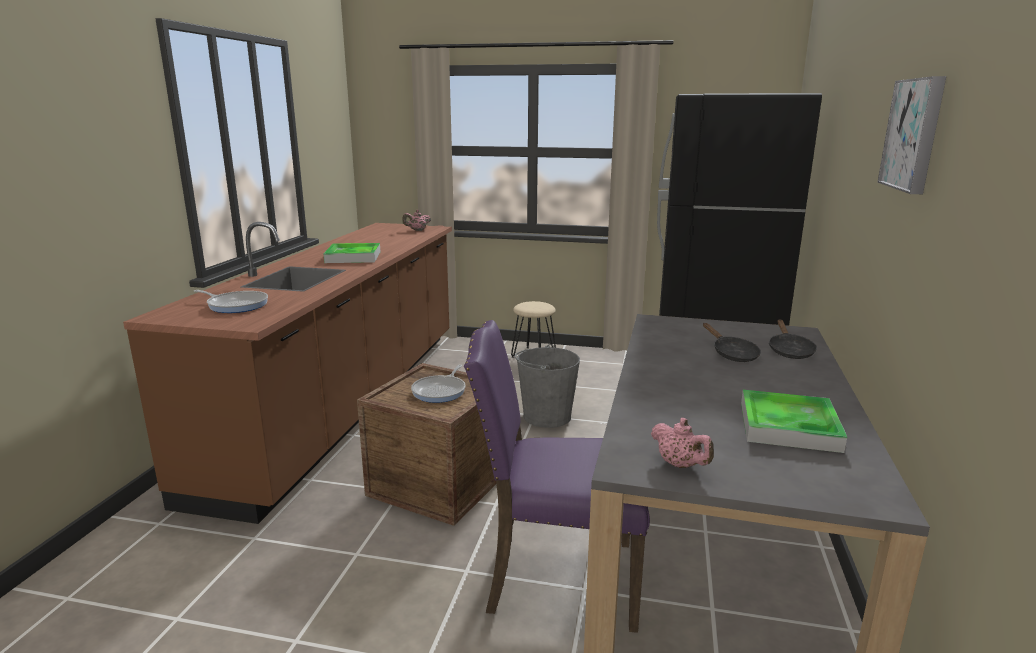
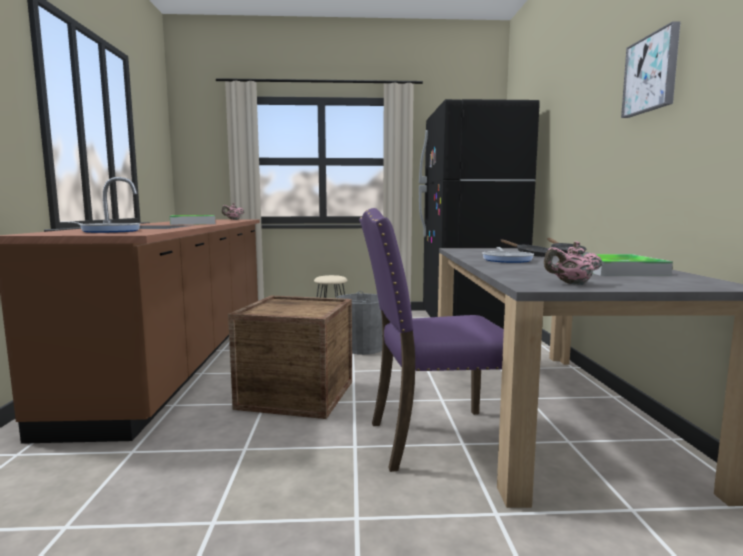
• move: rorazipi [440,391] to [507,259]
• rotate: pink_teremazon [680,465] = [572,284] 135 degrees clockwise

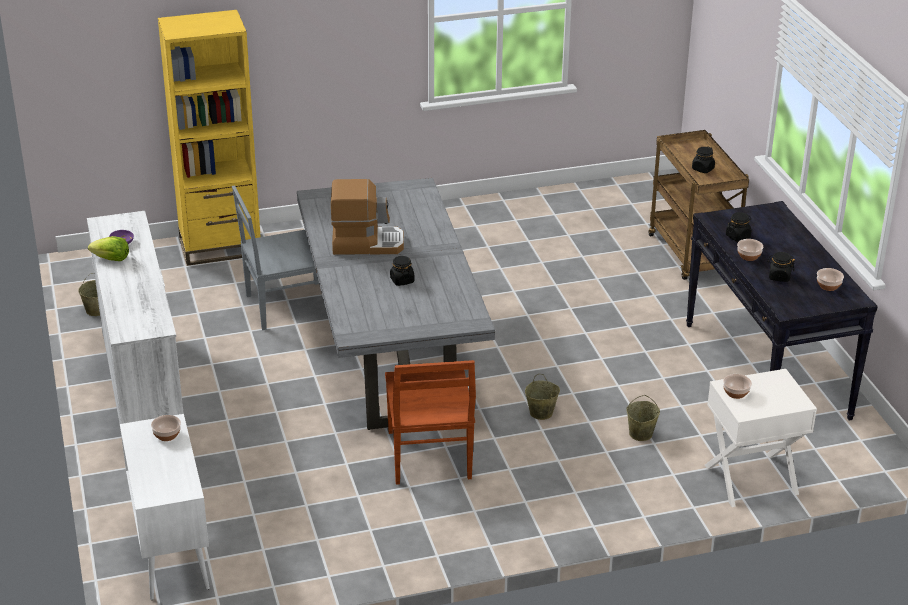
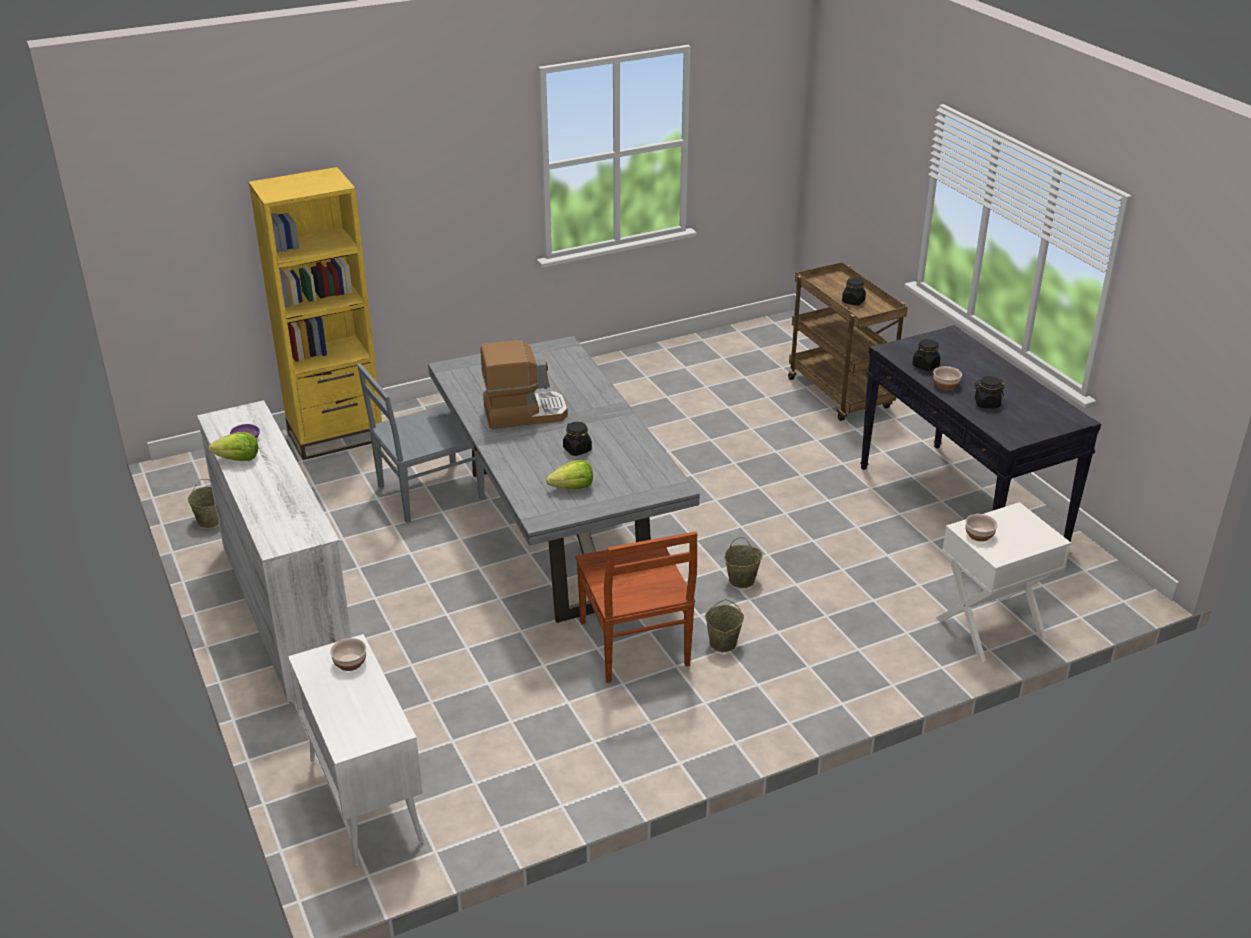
• delete: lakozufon [829,286]
• move: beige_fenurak [640,434] to [722,644]
• insert: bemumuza [573,488]

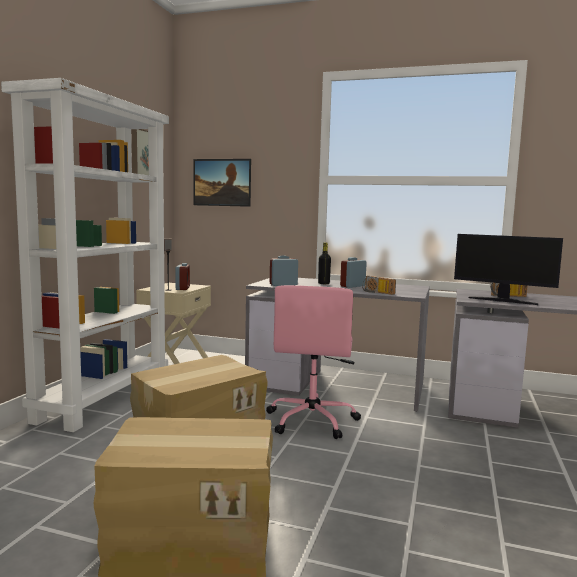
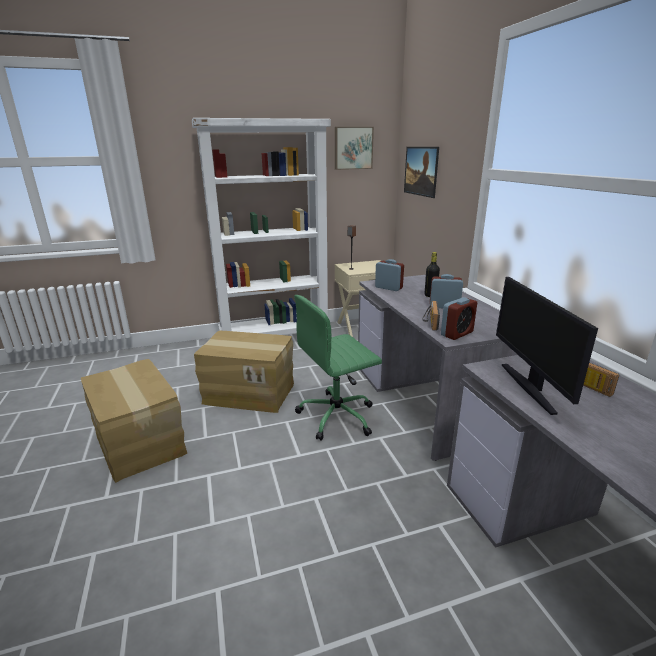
• move: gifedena [182,288] to [457,333]
• recolor: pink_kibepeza [312,420] to green_kibepeza [338,416]

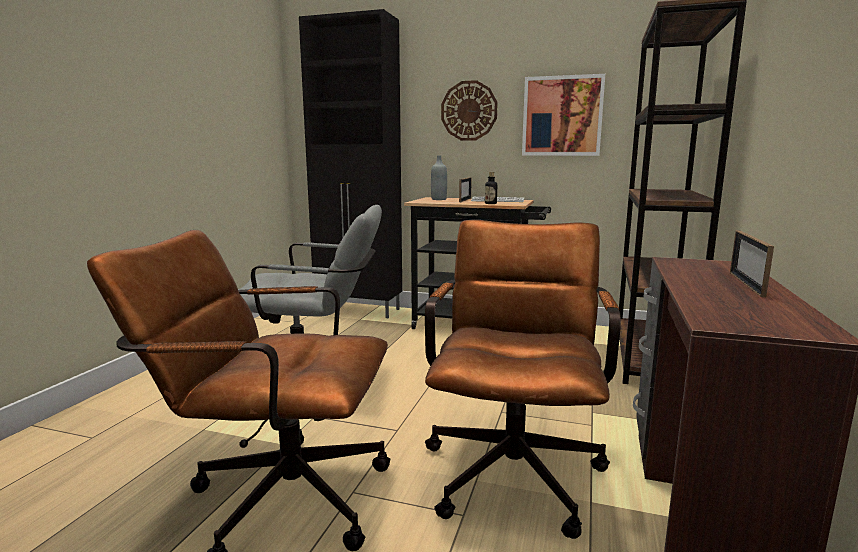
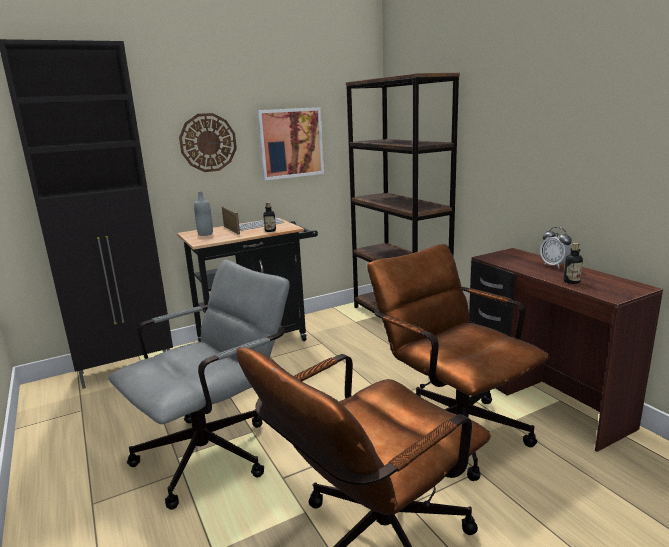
• replace: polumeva [746,284] to gifedena [554,265]
• insert: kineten [571,281]

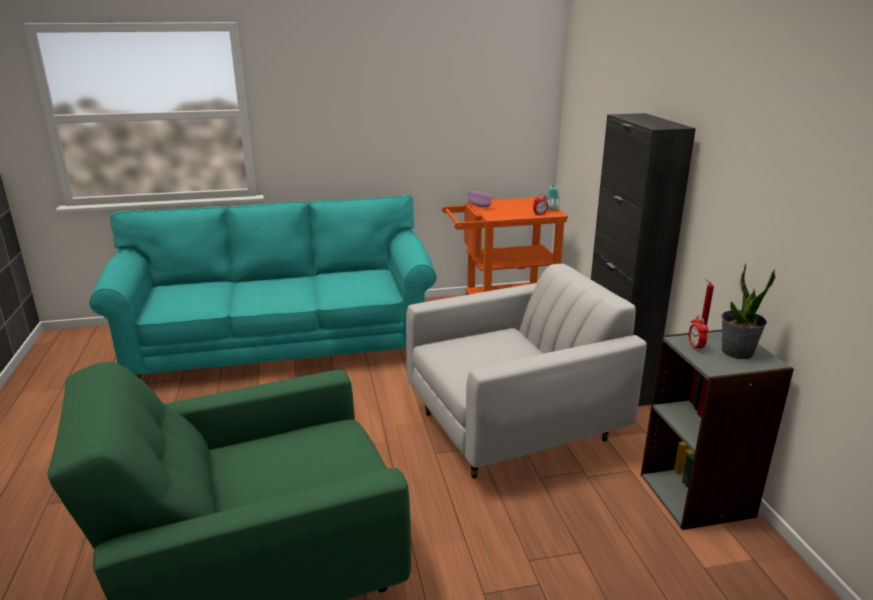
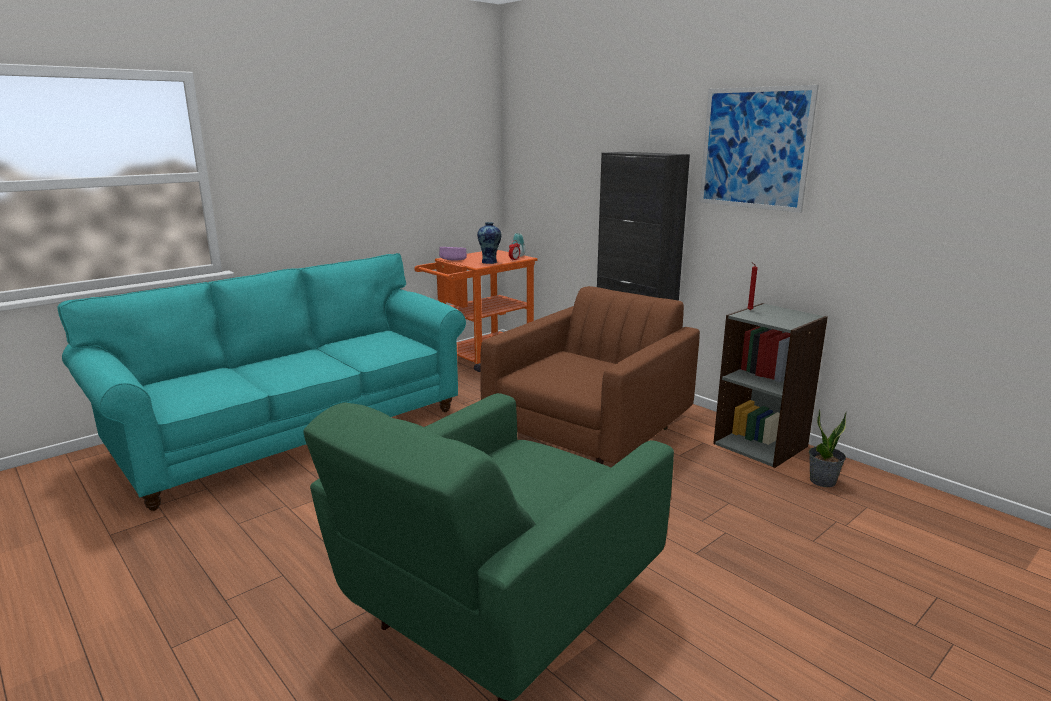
• move: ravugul [737,352] to [822,481]
• recolor: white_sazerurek [514,427] to brown_sazerurek [590,438]
• delete: gifedena [695,347]
• insert: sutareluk [754,148]
• insert: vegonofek [490,262]

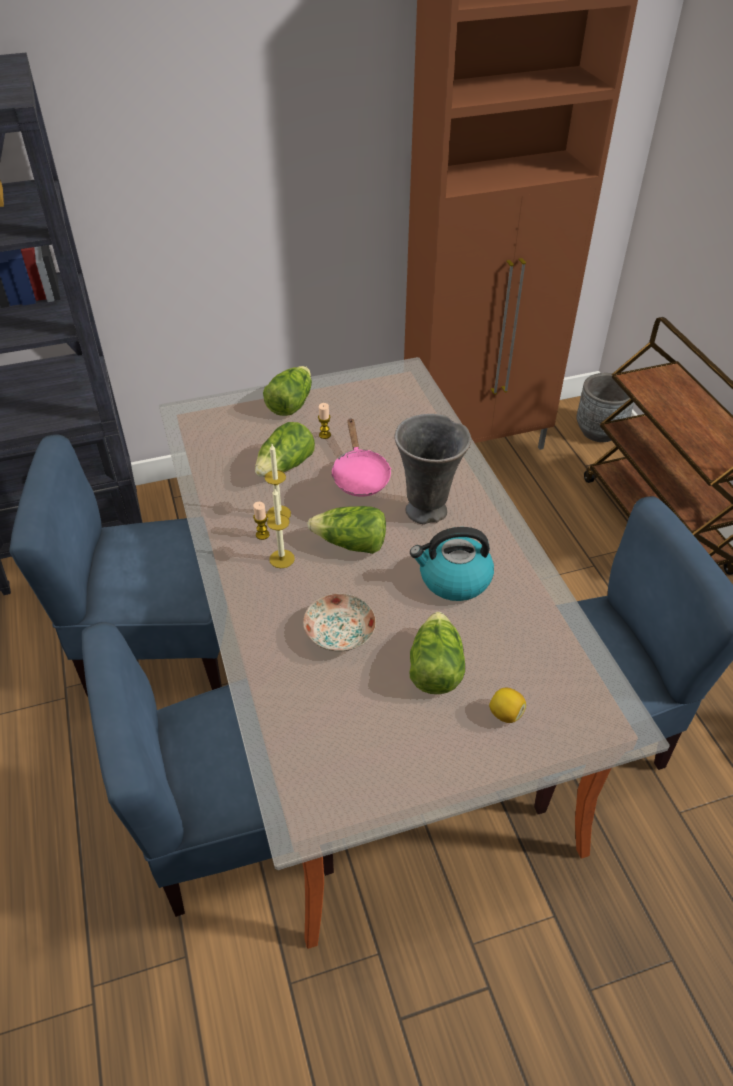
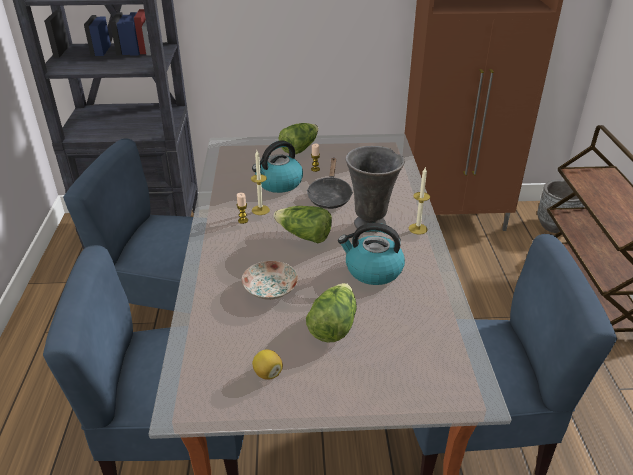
• recolor: pink_rorazipi [359,475] to black_rorazipi [329,196]
• replace: bemumuza [285,467] to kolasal [278,183]
• move: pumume [282,559] to [418,229]
• move: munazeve [505,714] to [267,373]

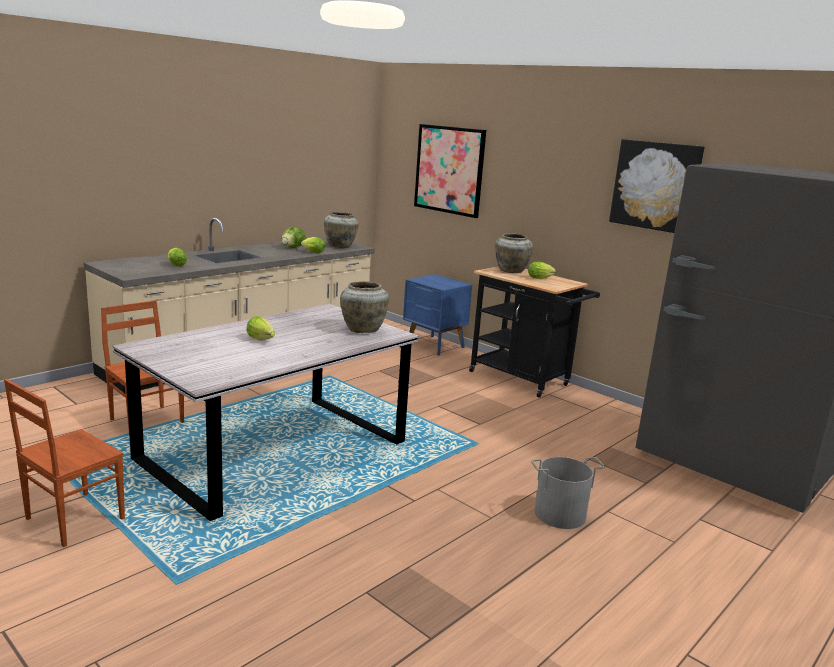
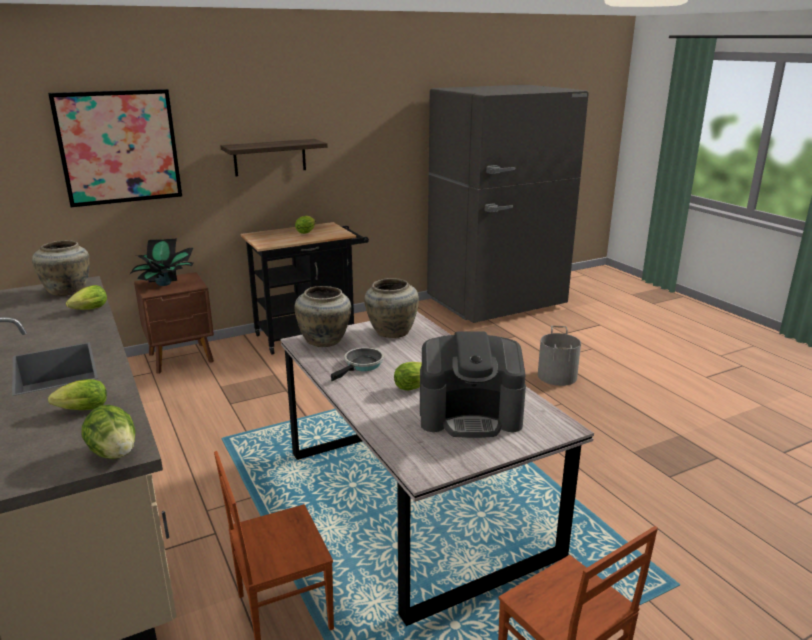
• delete: sutareluk [655,186]
• move: bemumuza [292,248] to [114,453]
• move: beige_vegonofek [510,271] to [324,341]
• recolor: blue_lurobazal [435,346] to brown_lurobazal [182,358]
• insert: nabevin [270,157]
• insert: ravugul [165,284]
• insert: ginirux [470,415]
• insert: rorazipi [362,365]

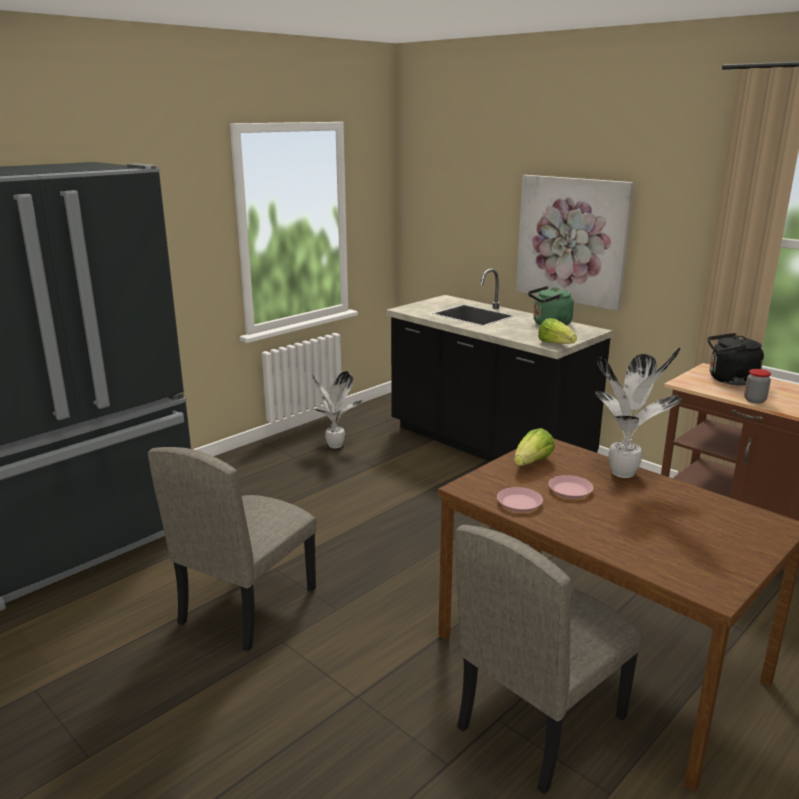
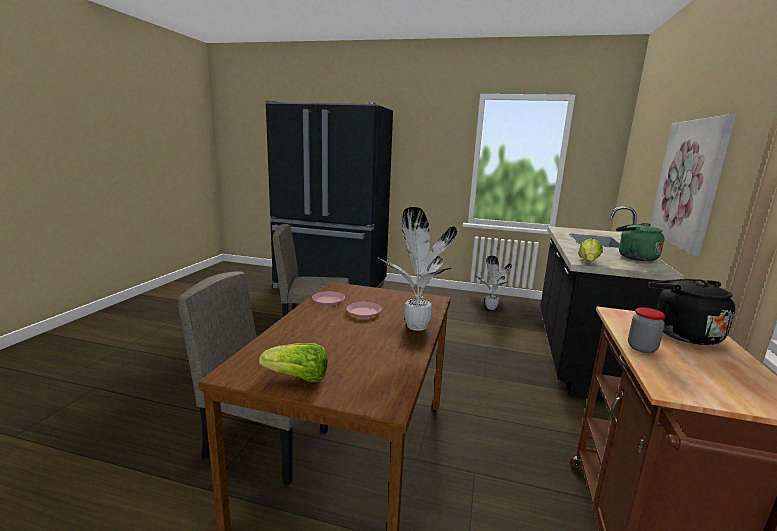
• move: bemumuza [532,463] to [298,378]

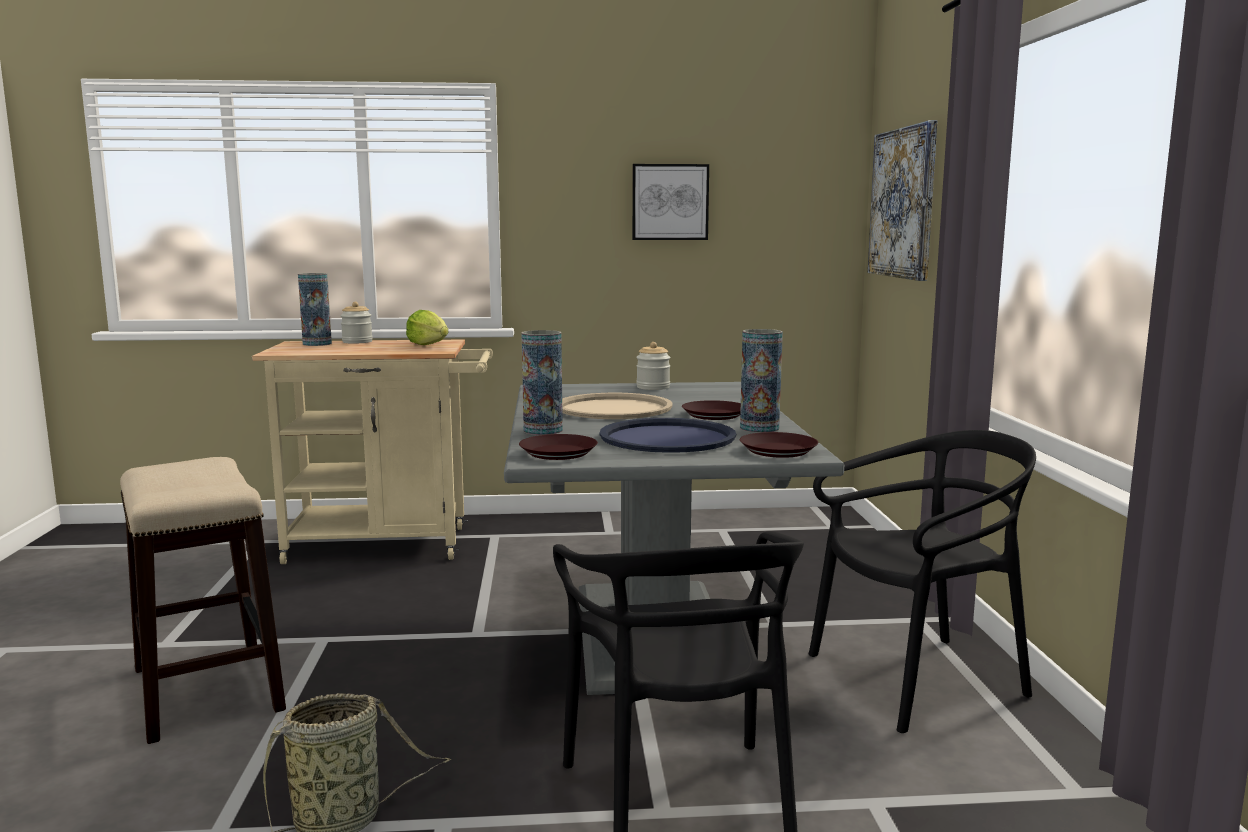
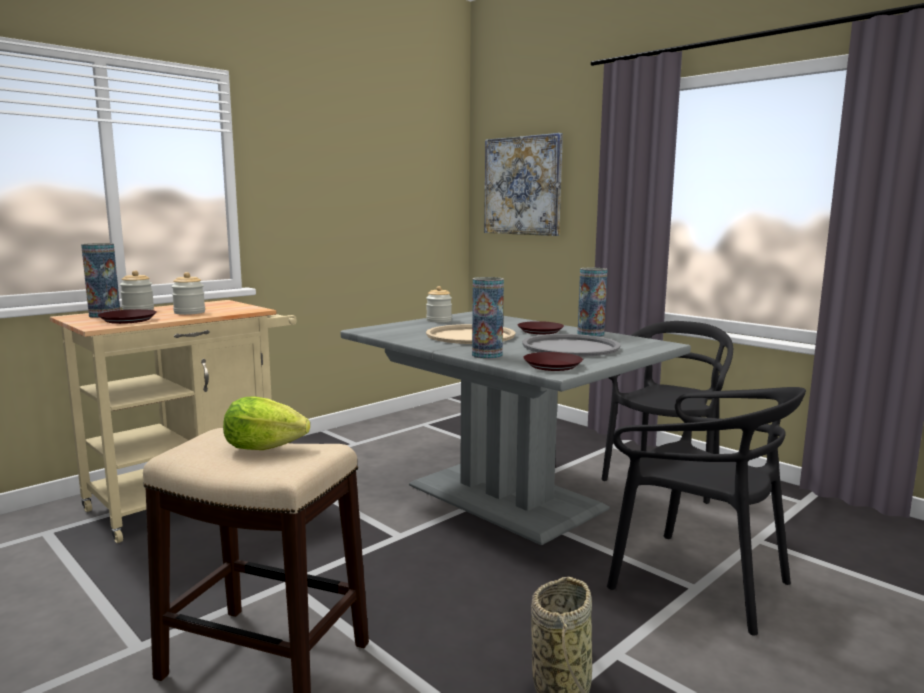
• delete: sutareluk [670,202]
• move: bemumuza [428,345] to [264,447]
• recolor: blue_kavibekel [667,438] to grey_kavibekel [570,347]
• move: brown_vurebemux [778,451] to [128,320]
• insert: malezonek [189,312]

